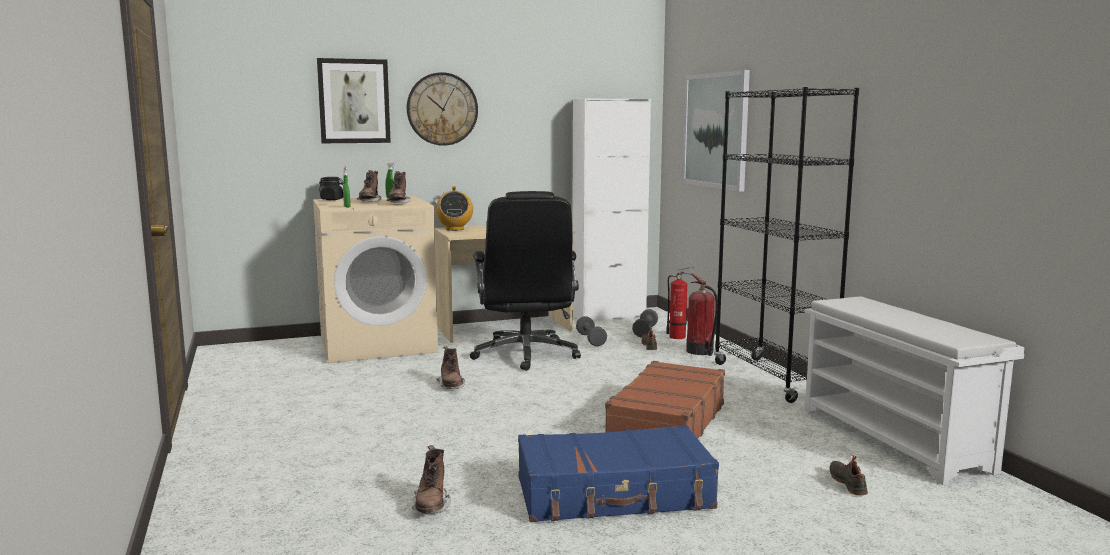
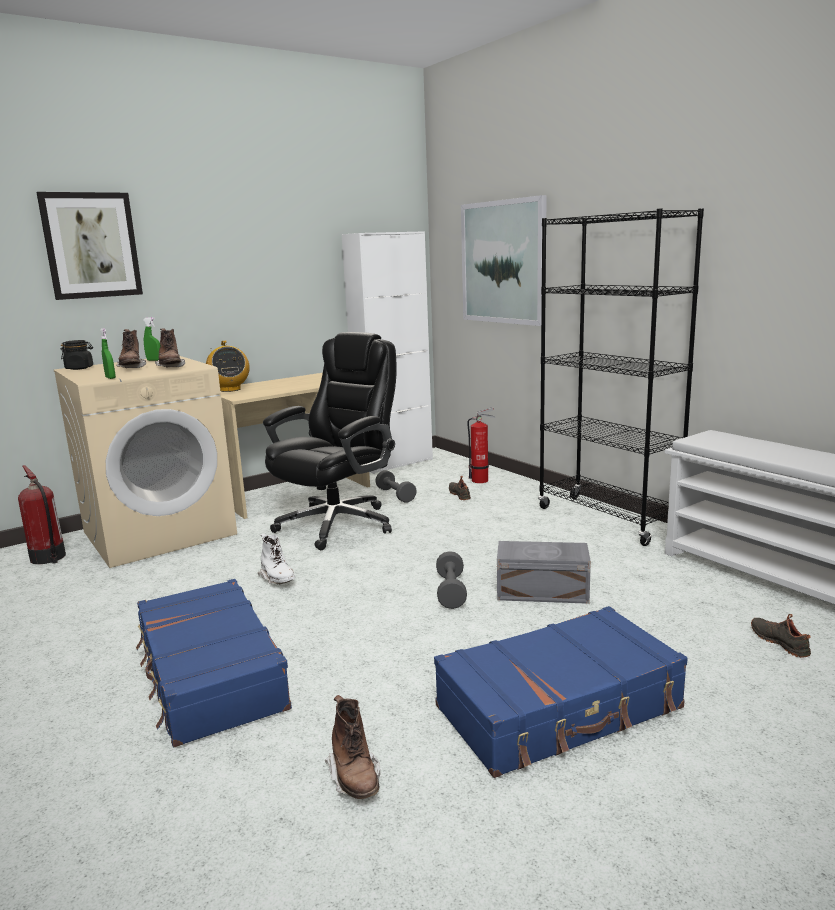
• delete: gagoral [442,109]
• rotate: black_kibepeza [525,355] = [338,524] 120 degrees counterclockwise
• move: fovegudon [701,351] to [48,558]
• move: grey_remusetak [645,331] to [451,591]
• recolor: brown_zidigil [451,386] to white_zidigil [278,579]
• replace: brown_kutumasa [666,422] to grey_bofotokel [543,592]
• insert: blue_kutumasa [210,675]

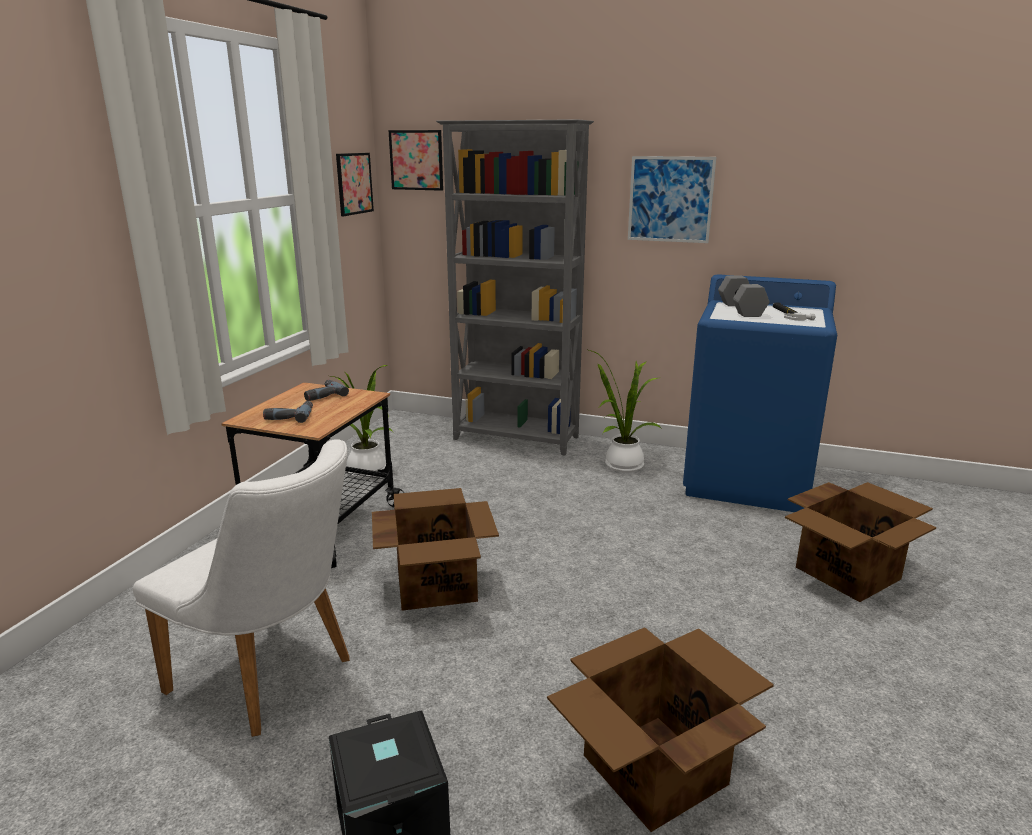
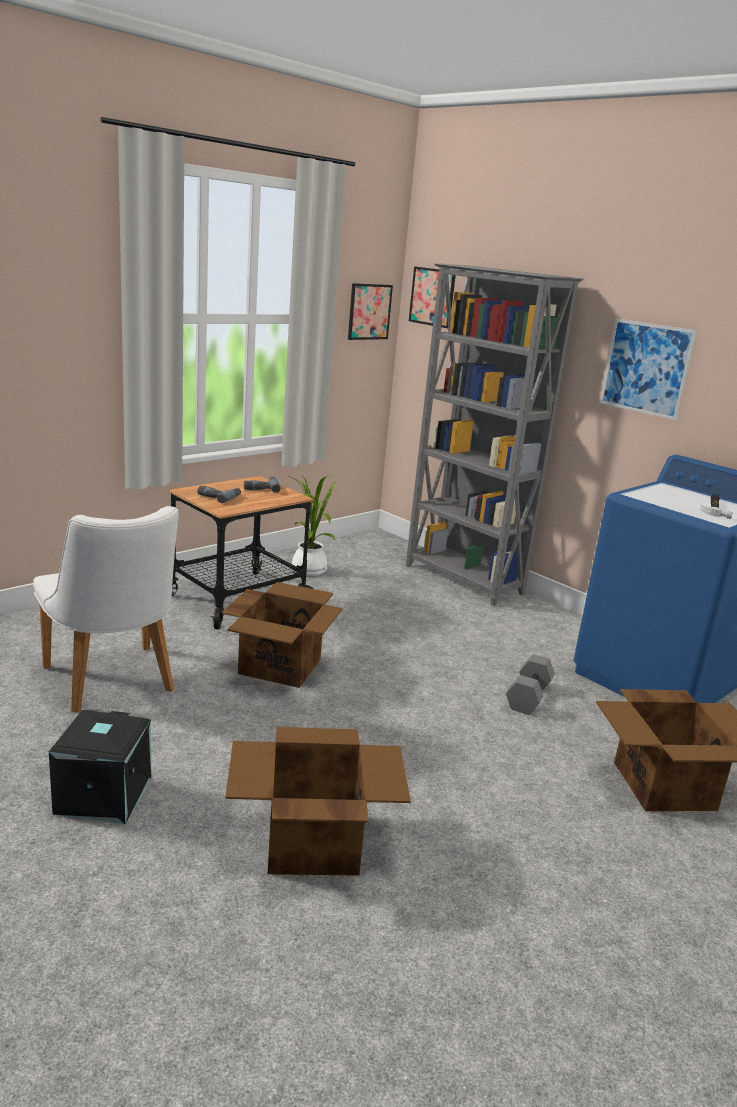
• move: grey_remusetak [739,309] to [527,696]
• delete: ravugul [621,465]

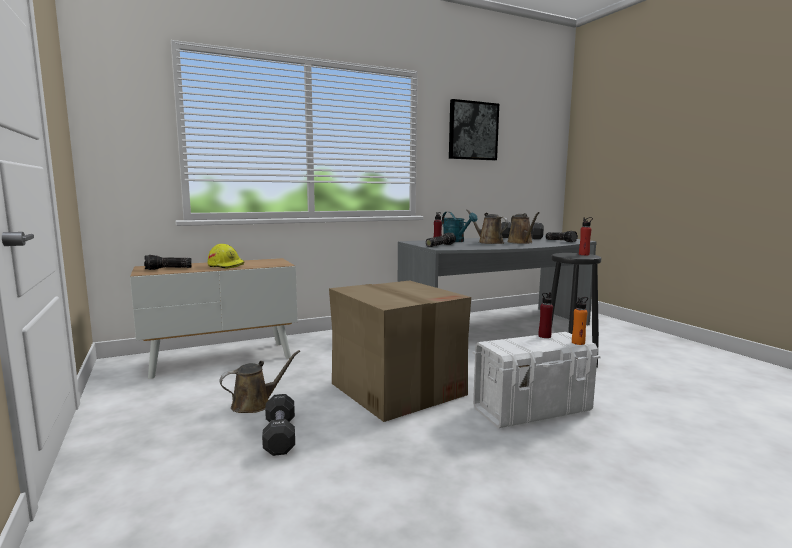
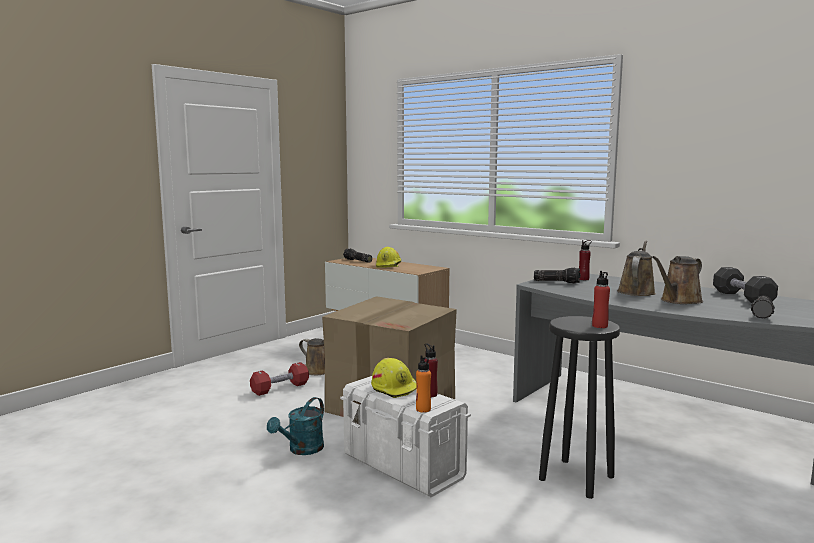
• delete: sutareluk [473,131]
• move: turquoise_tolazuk [456,241] to [302,450]
• recolor: black_remusetak [280,436] to red_remusetak [280,388]
• insert: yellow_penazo [395,388]

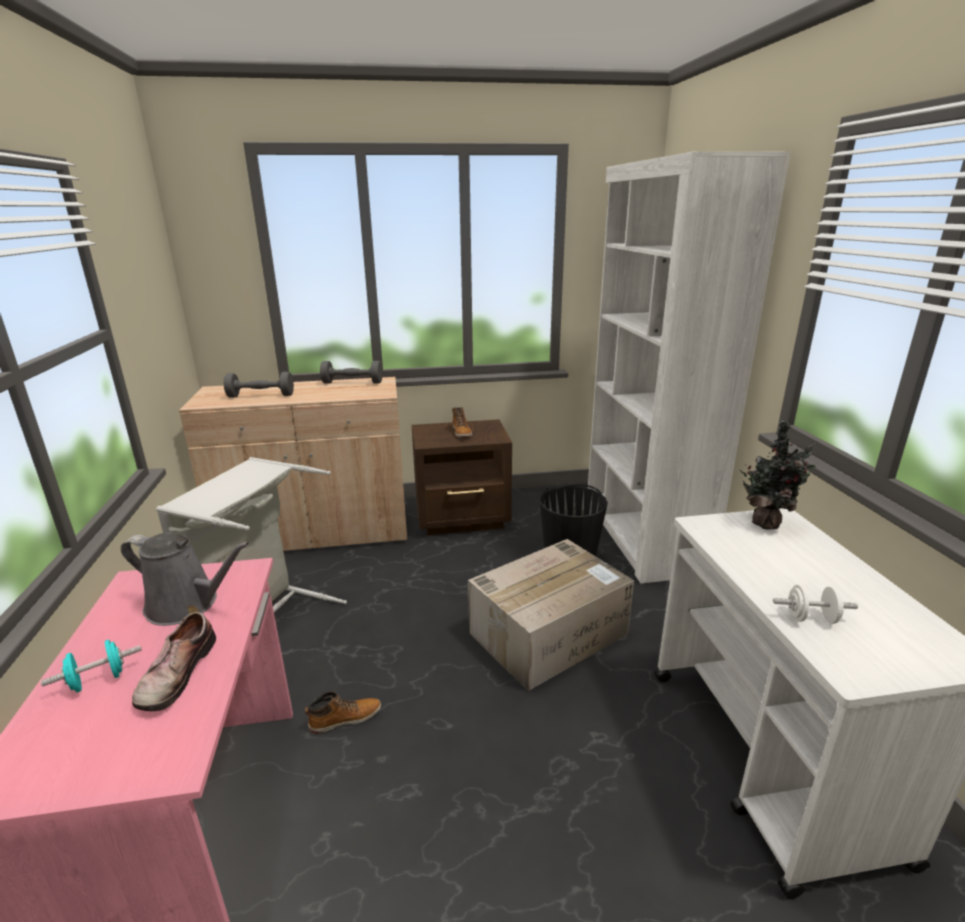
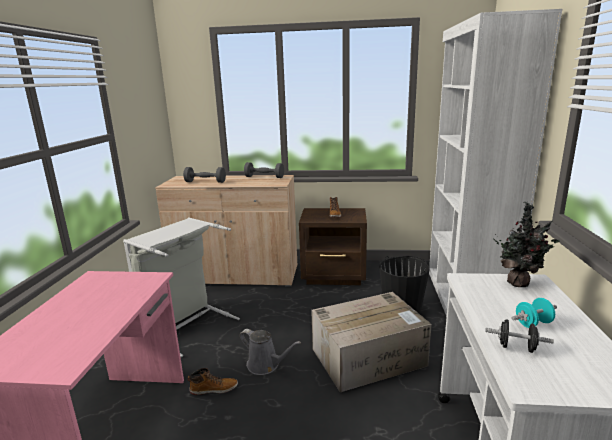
• move: grey_tolazuk [187,604] to [265,365]
• recolor: white_remusetak [811,618] to black_remusetak [516,347]
• delete: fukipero [174,673]
• move: turquoise_remusetak [98,680] to [533,323]

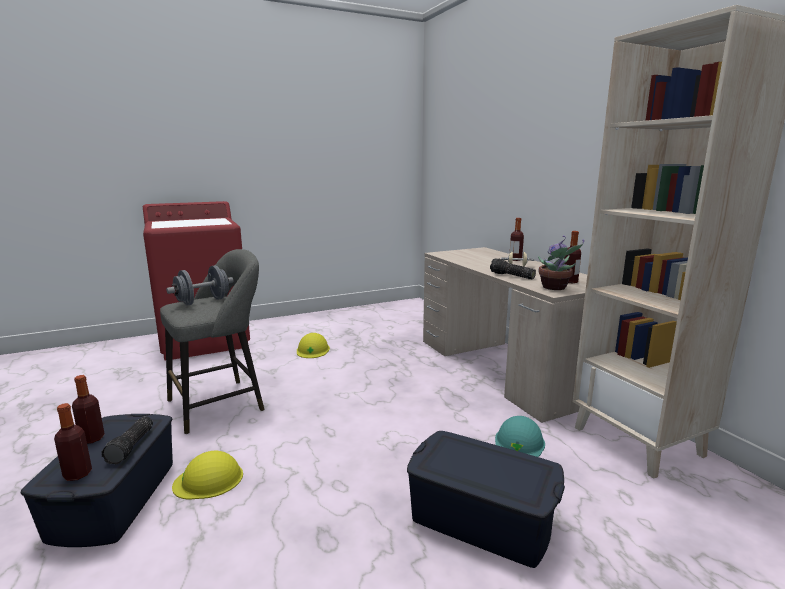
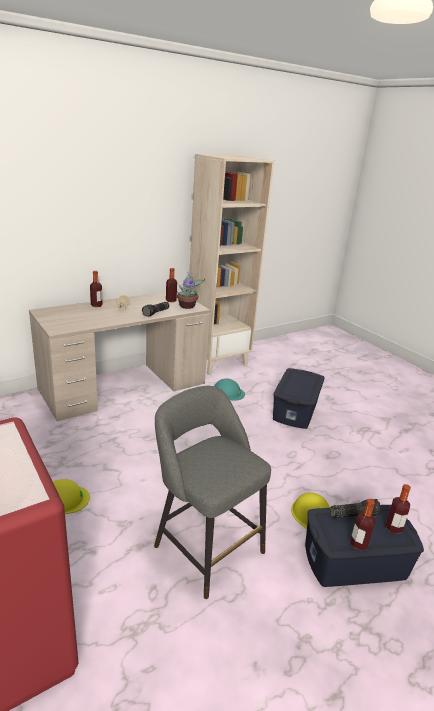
• delete: grey_remusetak [203,301]

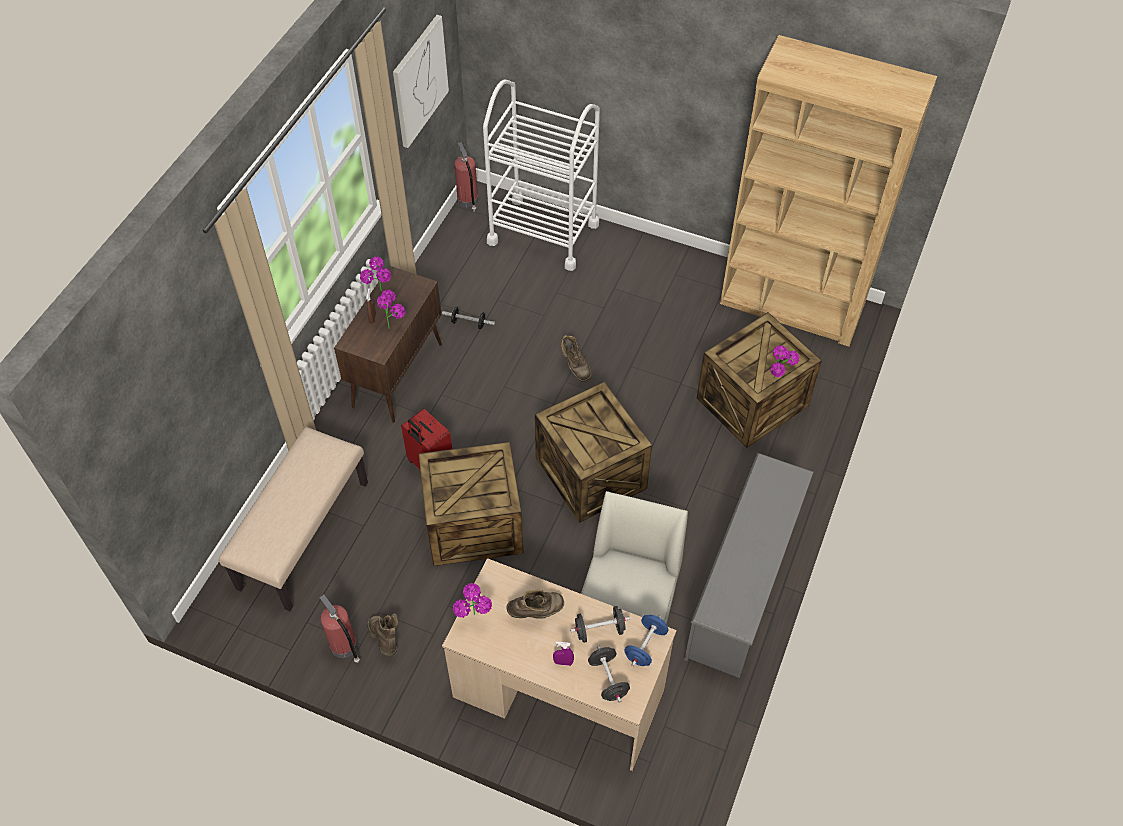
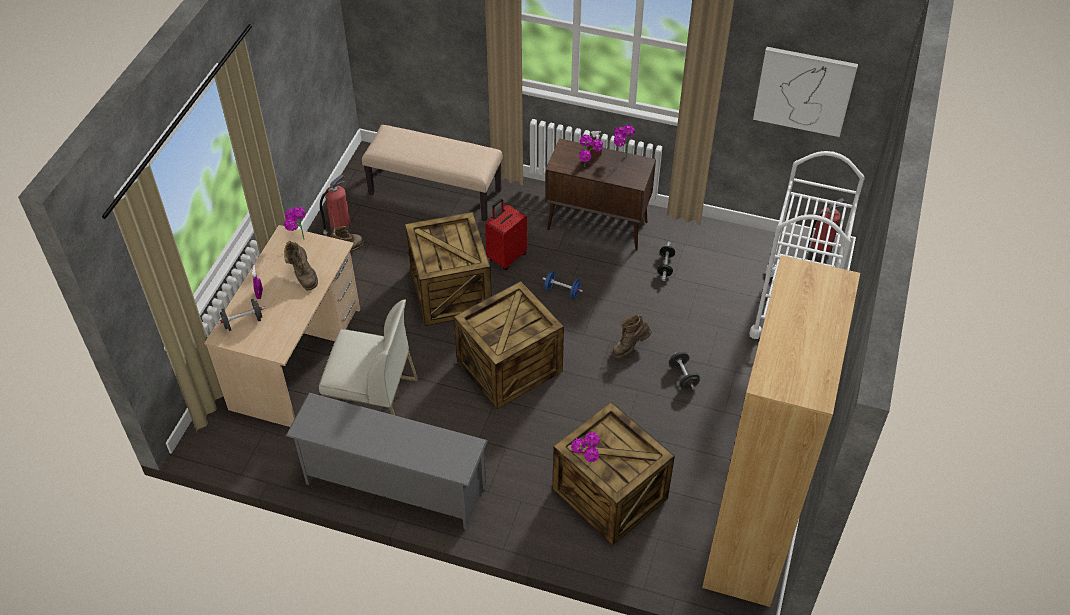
• move: black_remusetak [599,630] to [683,376]
• move: blue_remusetak [645,646] to [562,291]

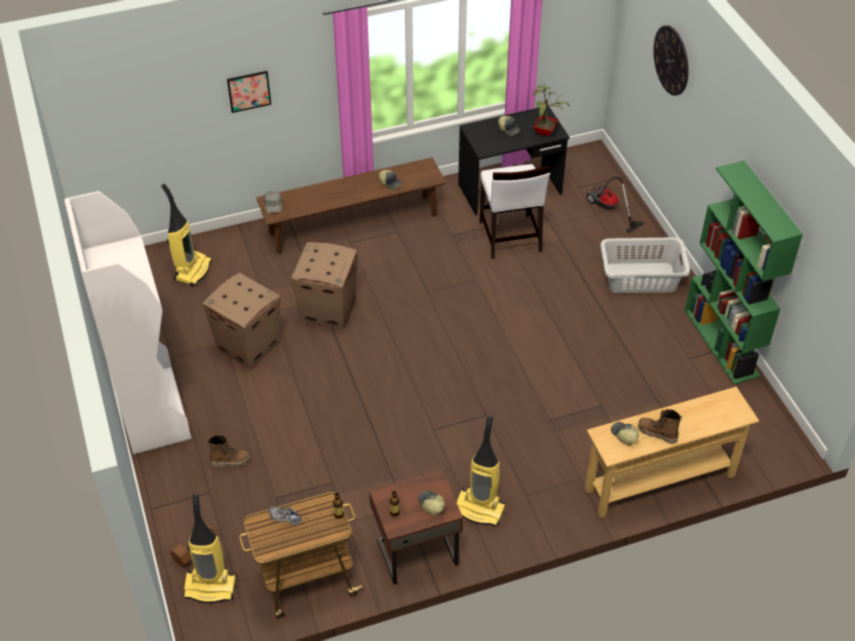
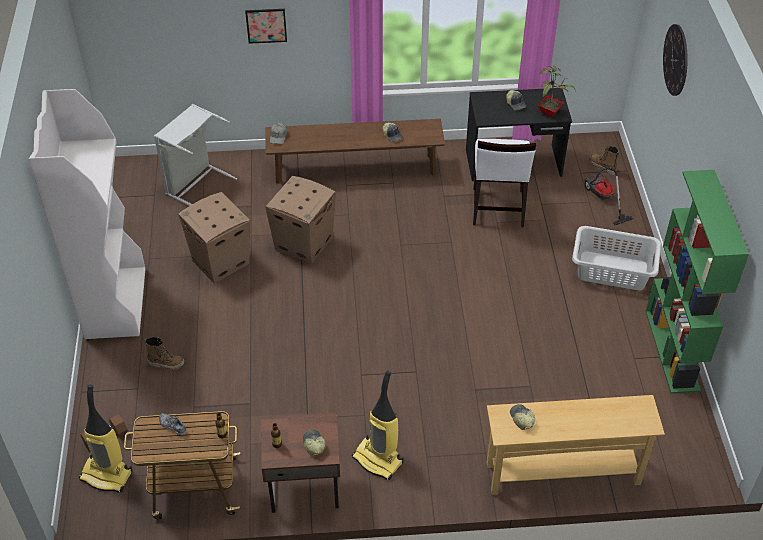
• replace: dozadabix [192,270] to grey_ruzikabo [196,184]
• move: zidigil [657,434] to [602,167]

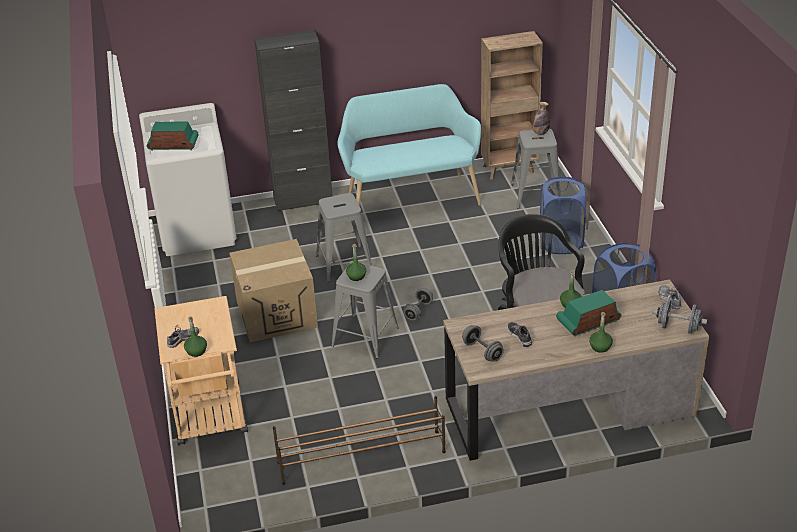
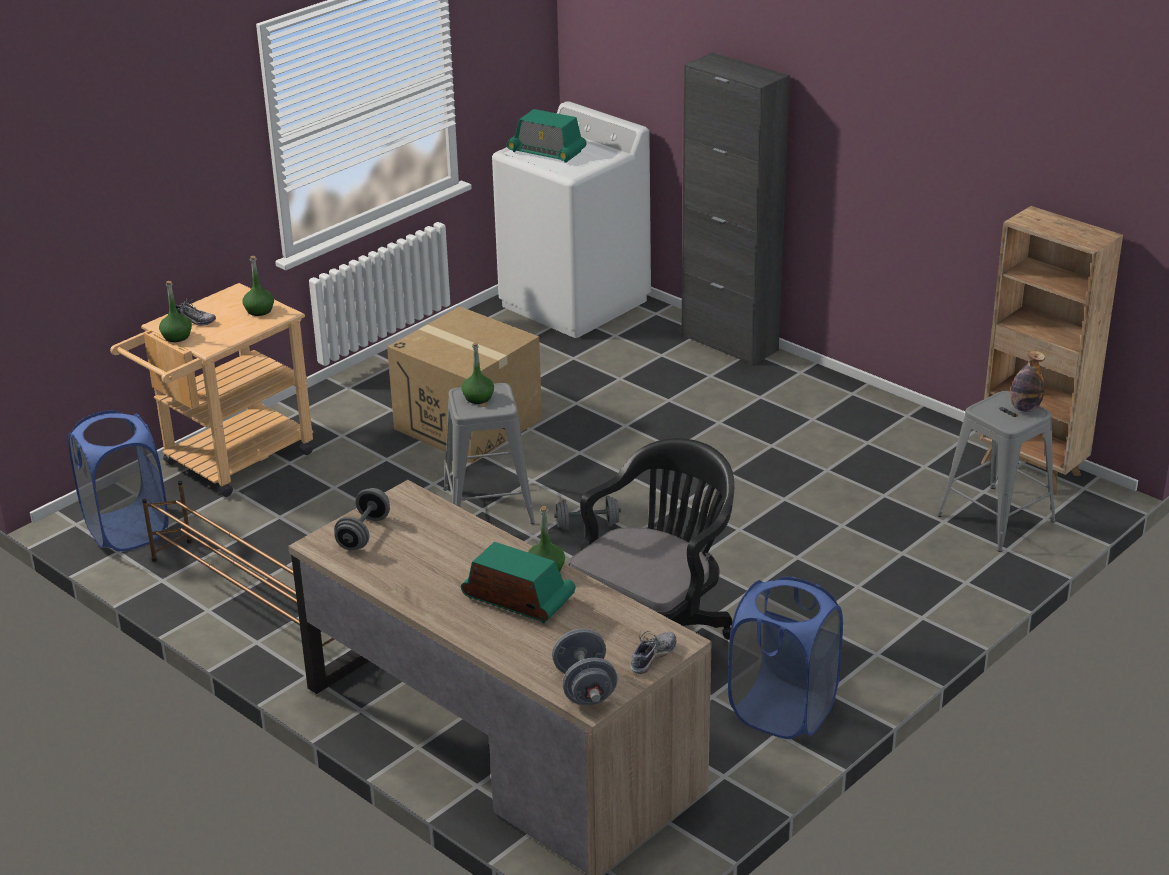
• delete: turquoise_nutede [410,197]
• rotate: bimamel [173,145] = [546,152] 150 degrees clockwise
• move: blue_ruzikabo [560,243] to [126,529]
• delete: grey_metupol [344,263]
• move: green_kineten [600,347] to [259,310]
• delete: fukipero [519,336]

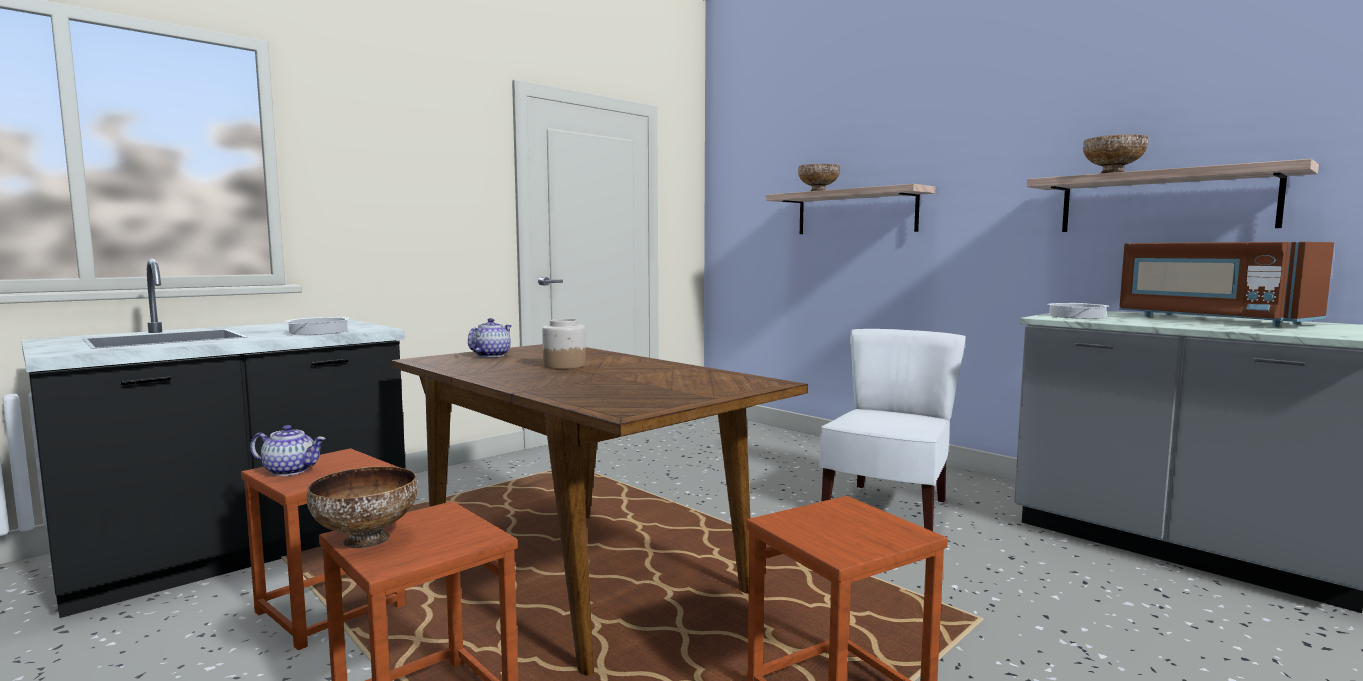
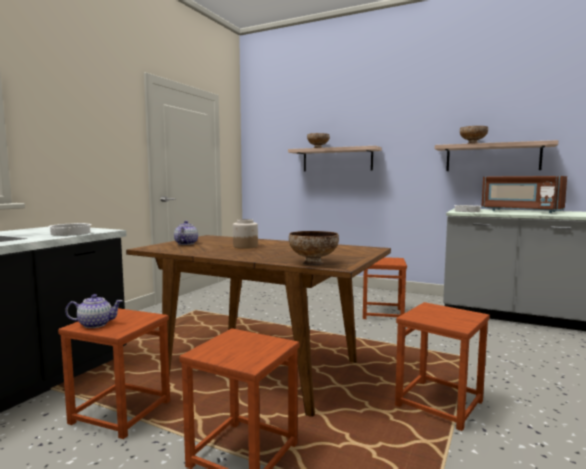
• replace: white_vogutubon [888,509] to brown_metupol [382,313]
• move: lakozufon [365,540] to [313,263]

